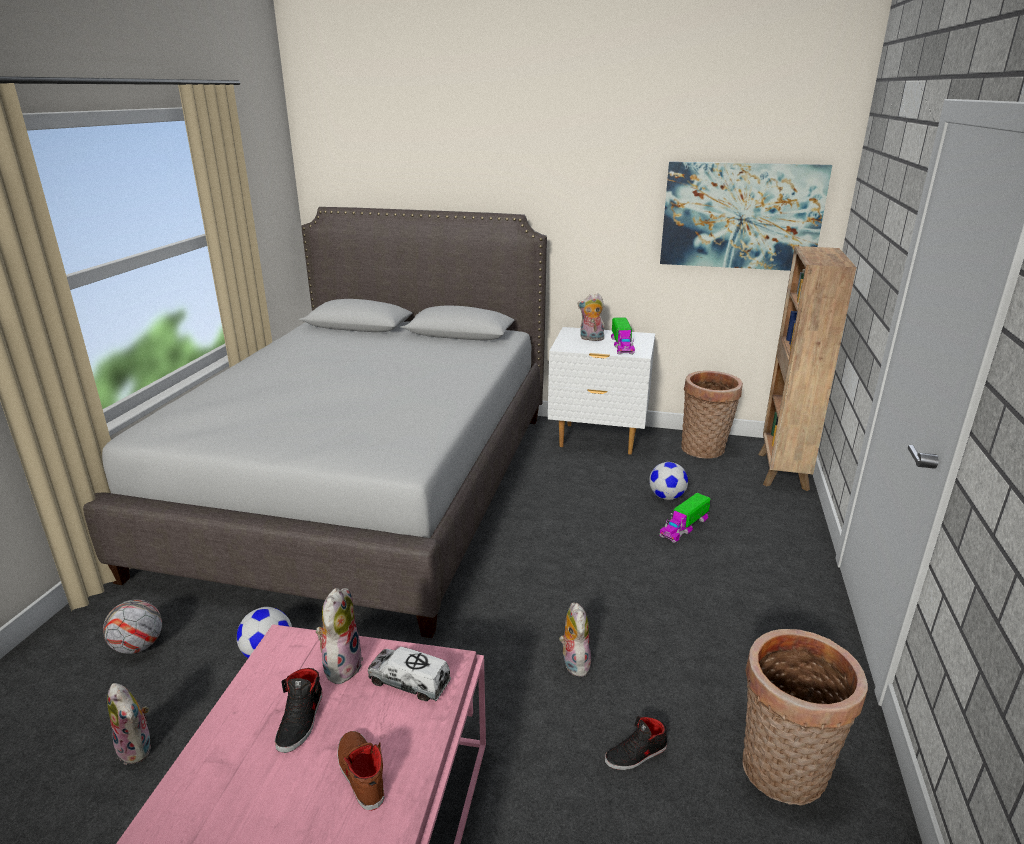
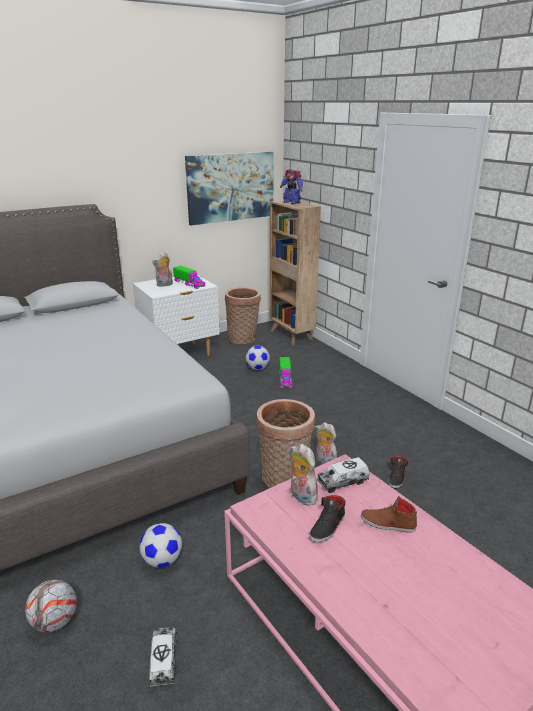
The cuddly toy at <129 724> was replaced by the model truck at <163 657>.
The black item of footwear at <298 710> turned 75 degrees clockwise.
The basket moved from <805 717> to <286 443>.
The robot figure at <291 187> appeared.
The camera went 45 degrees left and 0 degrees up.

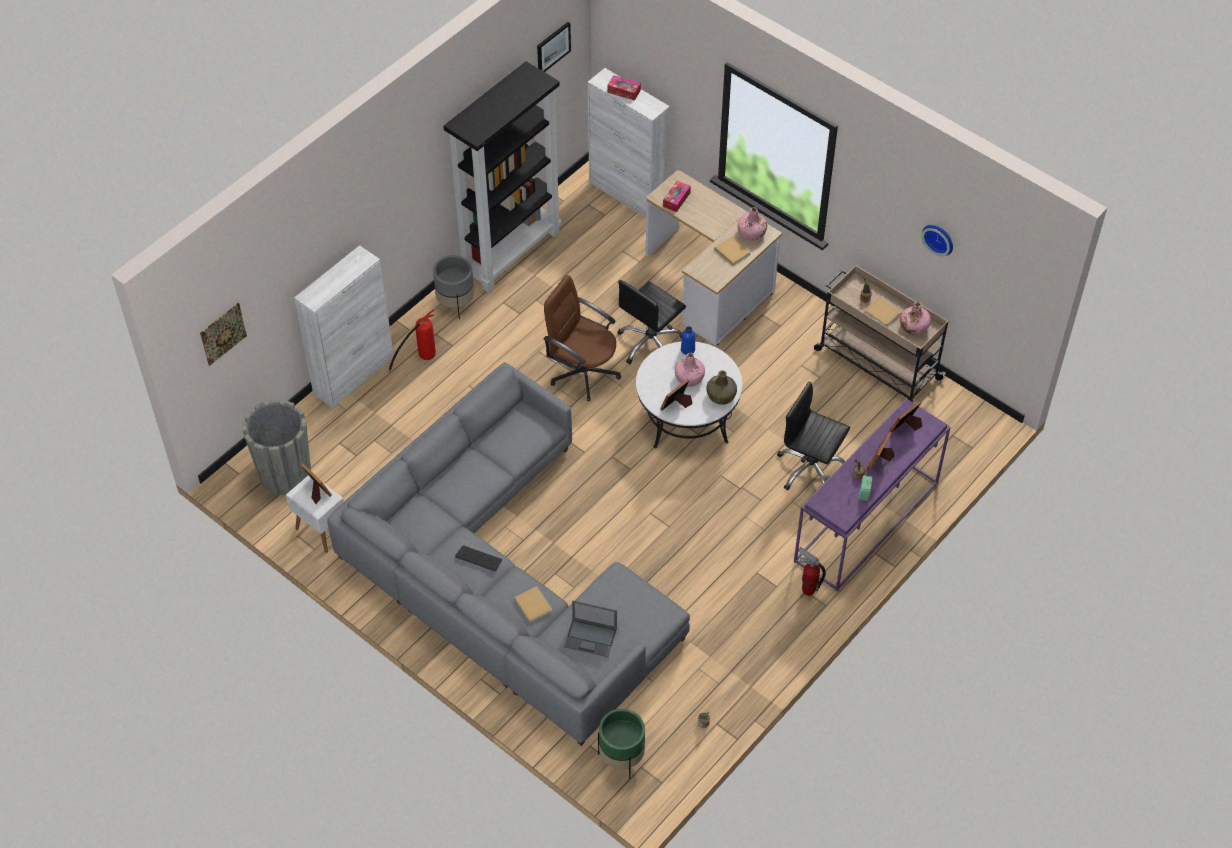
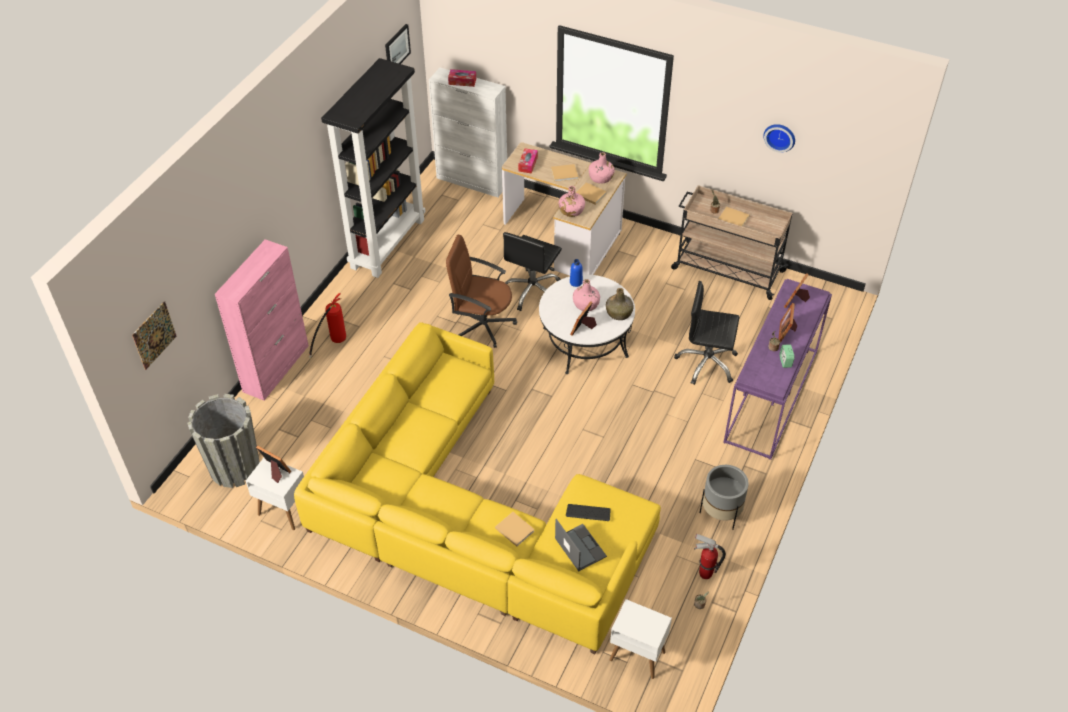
The white-coloured cabinet at <344 326> became the pink cabinet at <262 320>.
The greyish couch at <508 554> became the yellow couch at <477 488>.
The greyish flower pot moved from <453 287> to <724 497>.
The computer keyboard moved from <478 558> to <588 512>.
The laptop at <590 628> turned 120 degrees counterclockwise.
The green flower pot at <621 744> was replaced by the white-coloured side table at <640 639>.
The fire-fighting cylinder moved from <811 571> to <710 556>.
The pink drink bottle moved from <915 318> to <571 201>.
The beige book at <564 173> appeared.
The camera went 15 degrees left and 5 degrees down.

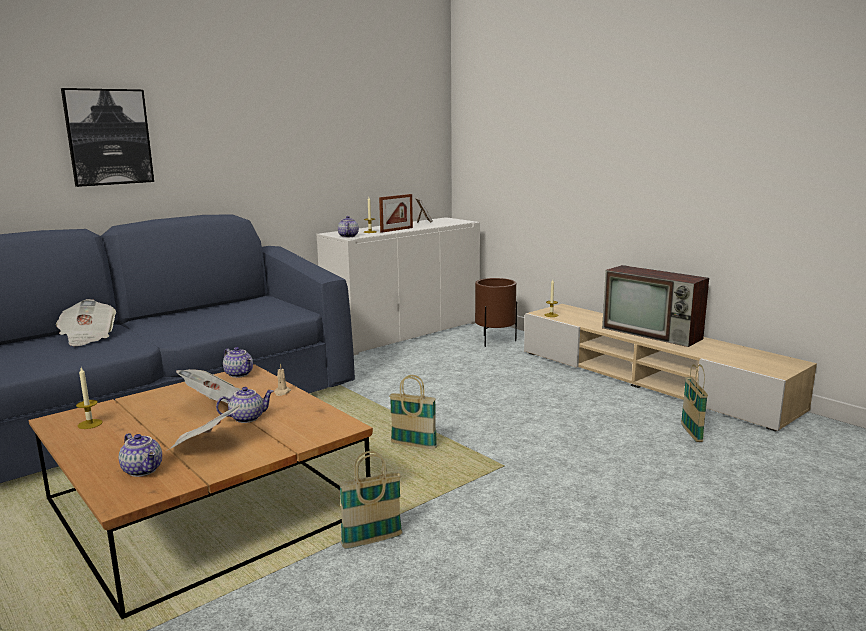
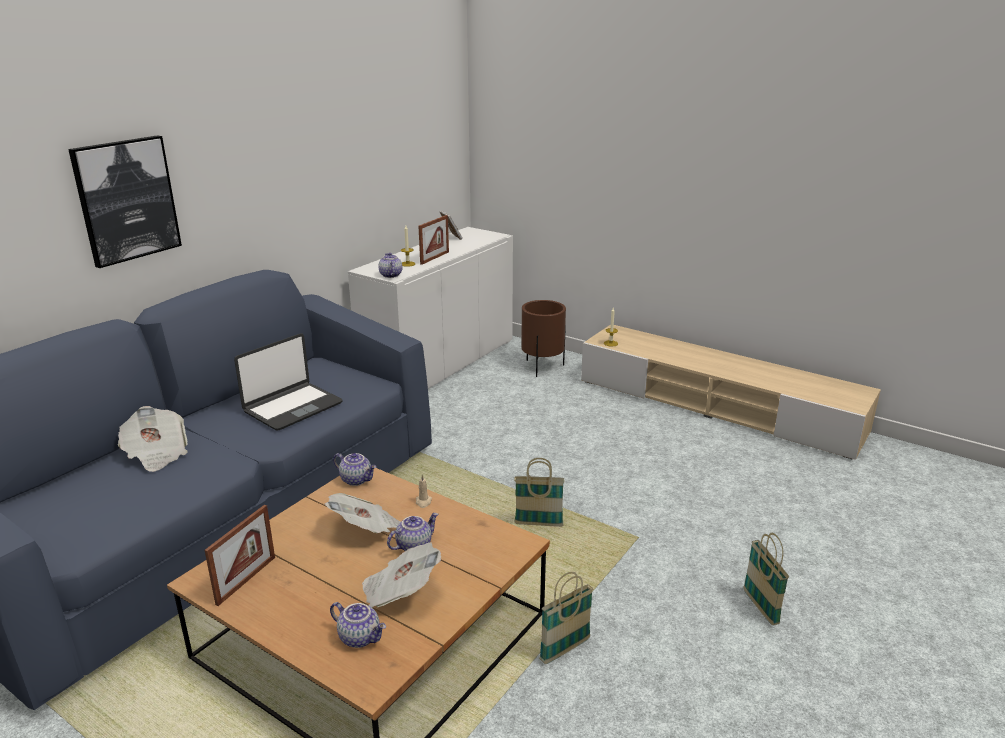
The candle at <89 398> was replaced by the photo frame at <240 555>.
The TV at <655 306> disappeared.
The basket moved from <694 403> to <766 579>.
The laptop at <288 381> appeared.
The camera went 15 degrees left and 10 degrees up.

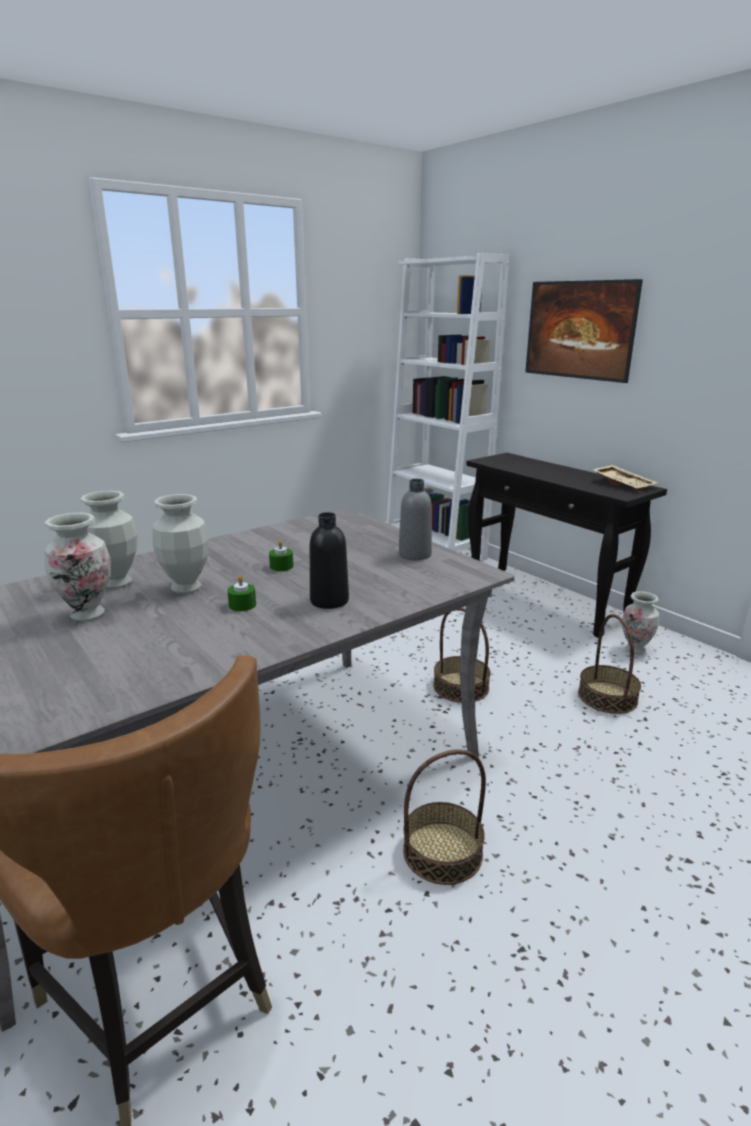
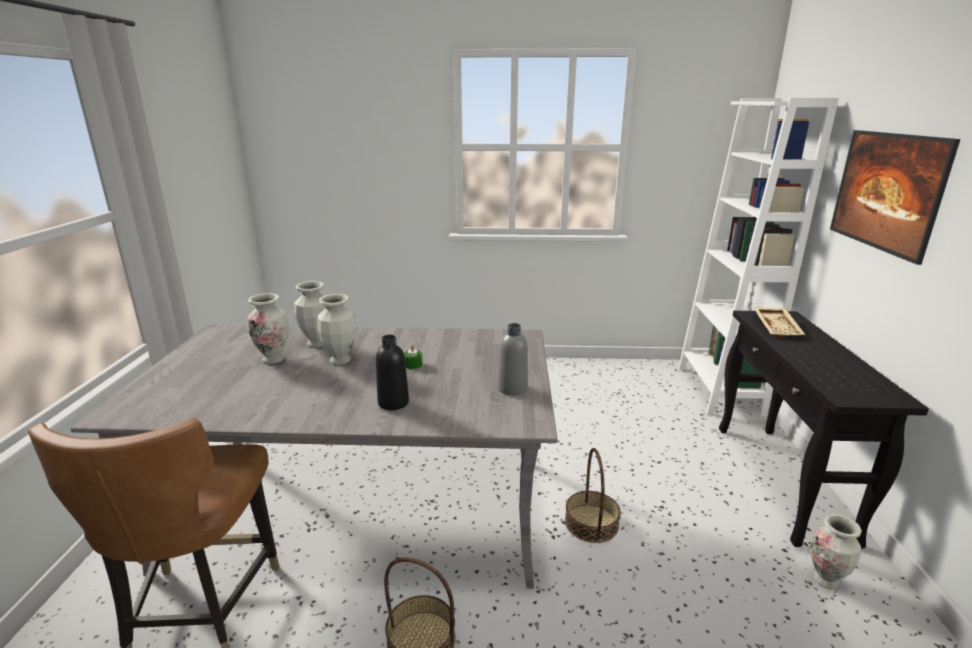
The green candle at <241 593> disappeared.
The basket at <609 664> disappeared.
The beige carrying tray moved from <624 478> to <780 322>.
The camera went 40 degrees right and 0 degrees up.

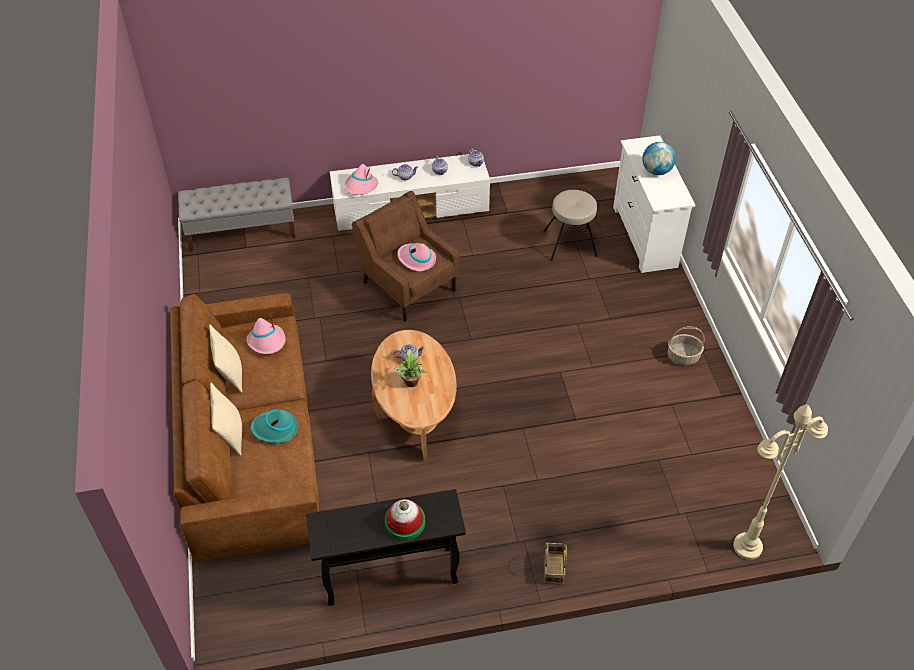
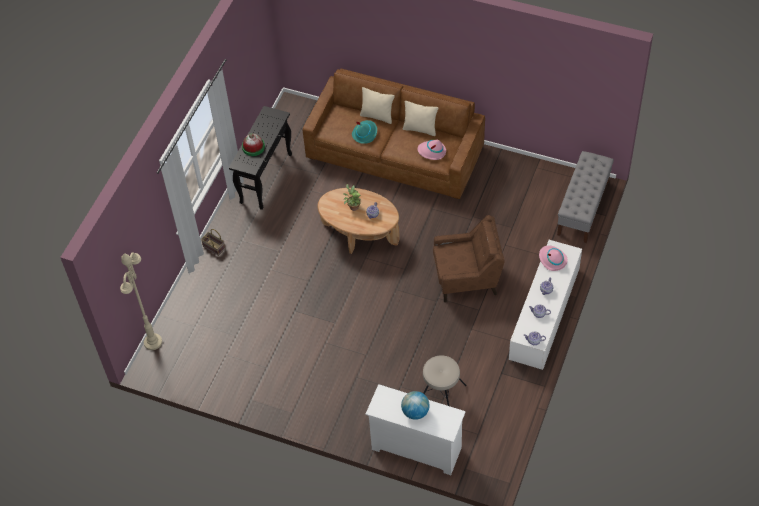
The pink wearable hat at <416 257> disappeared.
The basket at <686 345> disappeared.
The camera went 125 degrees right and 5 degrees up.

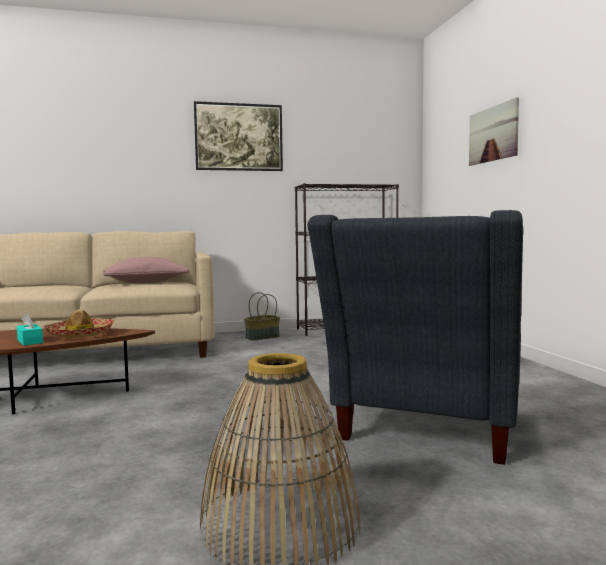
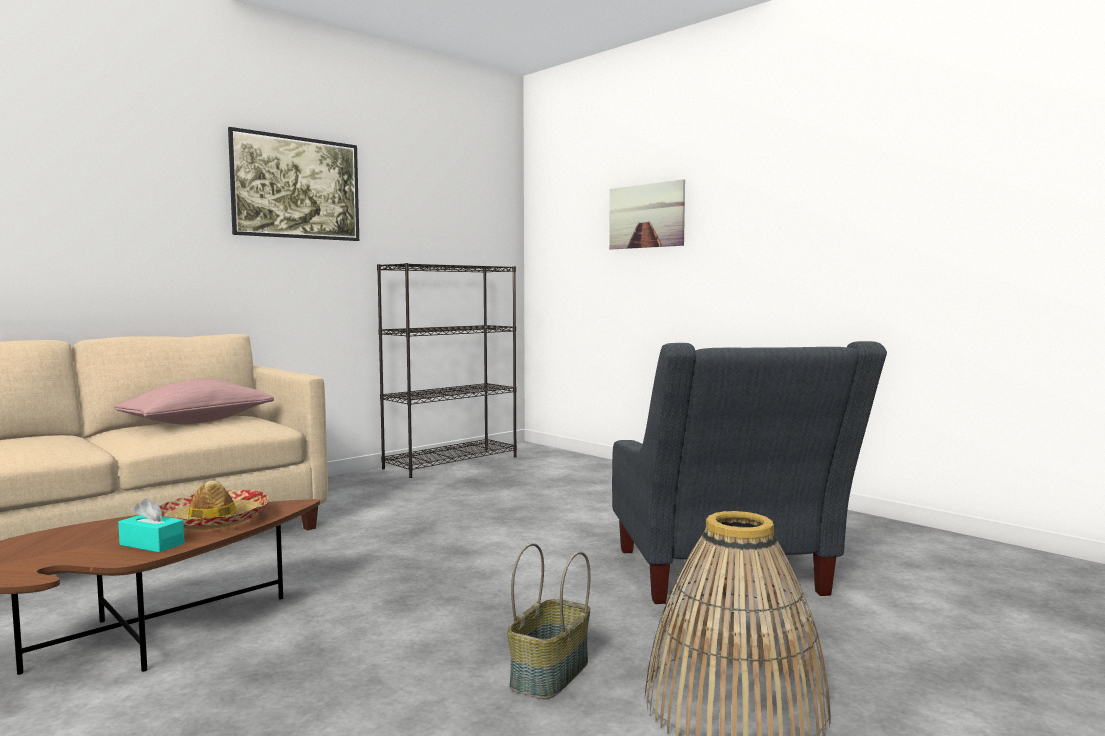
The basket moved from <262 316> to <548 621>.
The camera went 30 degrees left and 0 degrees up.

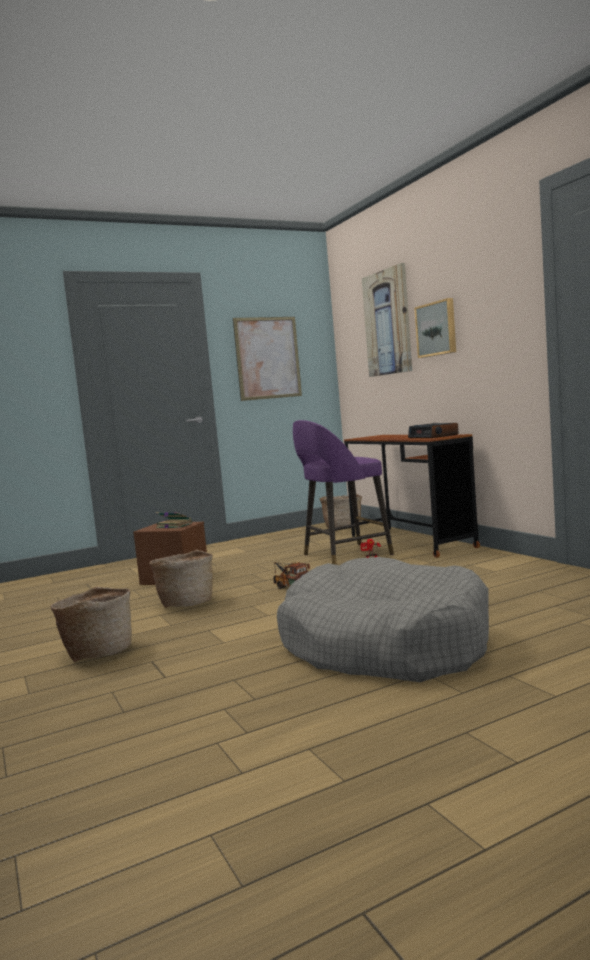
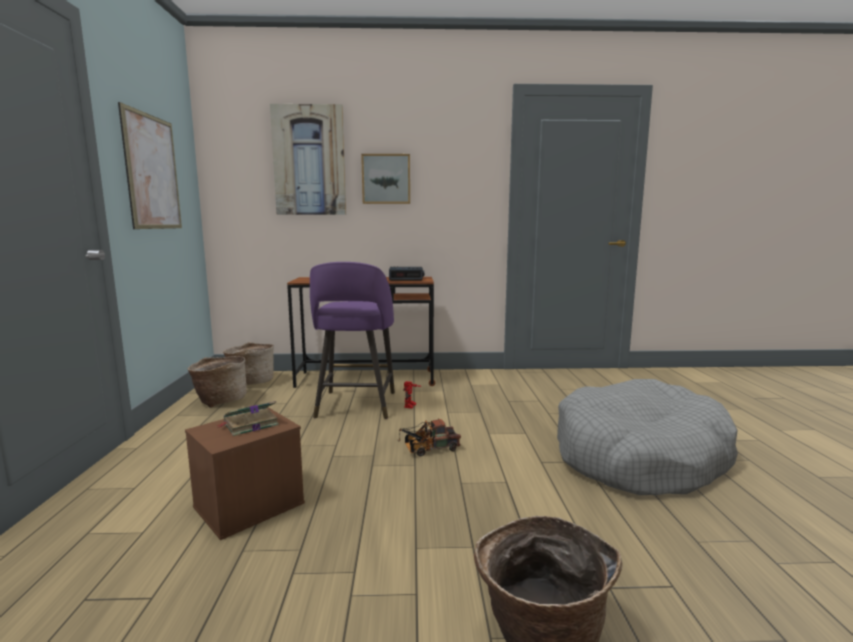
The basket moved from <181 578> to <217 382>.
The camera went 65 degrees left and 5 degrees up.

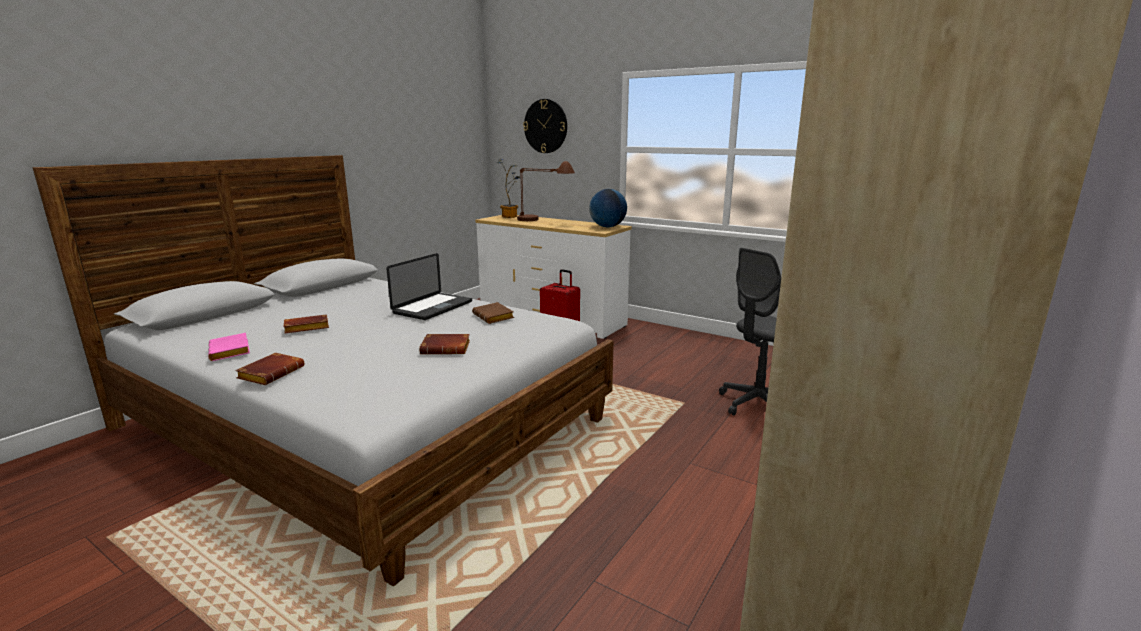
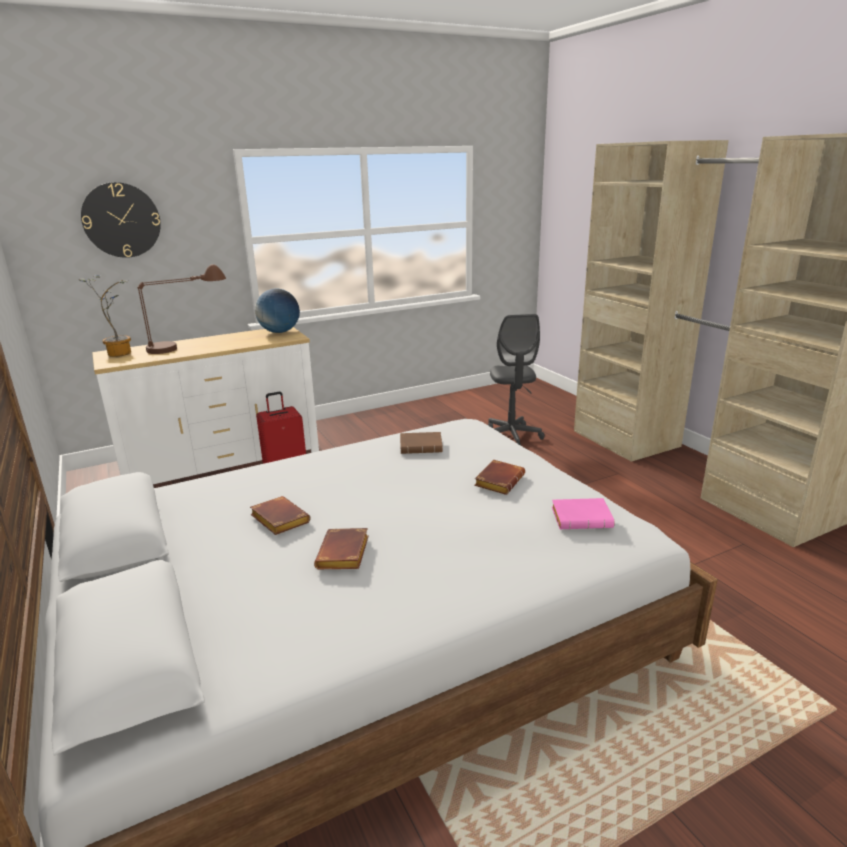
The pink book moved from <229 347> to <583 514>.
The brown book moved from <269 369> to <280 515>.
The laptop at <429 286> disappeared.
The camera went 60 degrees left and 5 degrees up.

